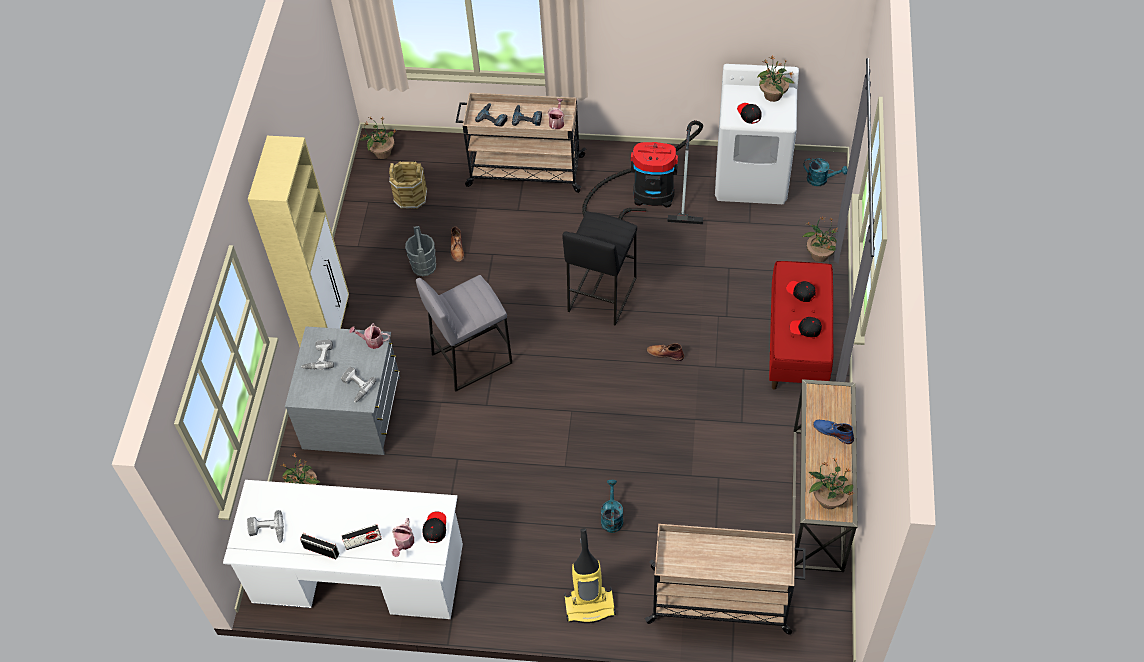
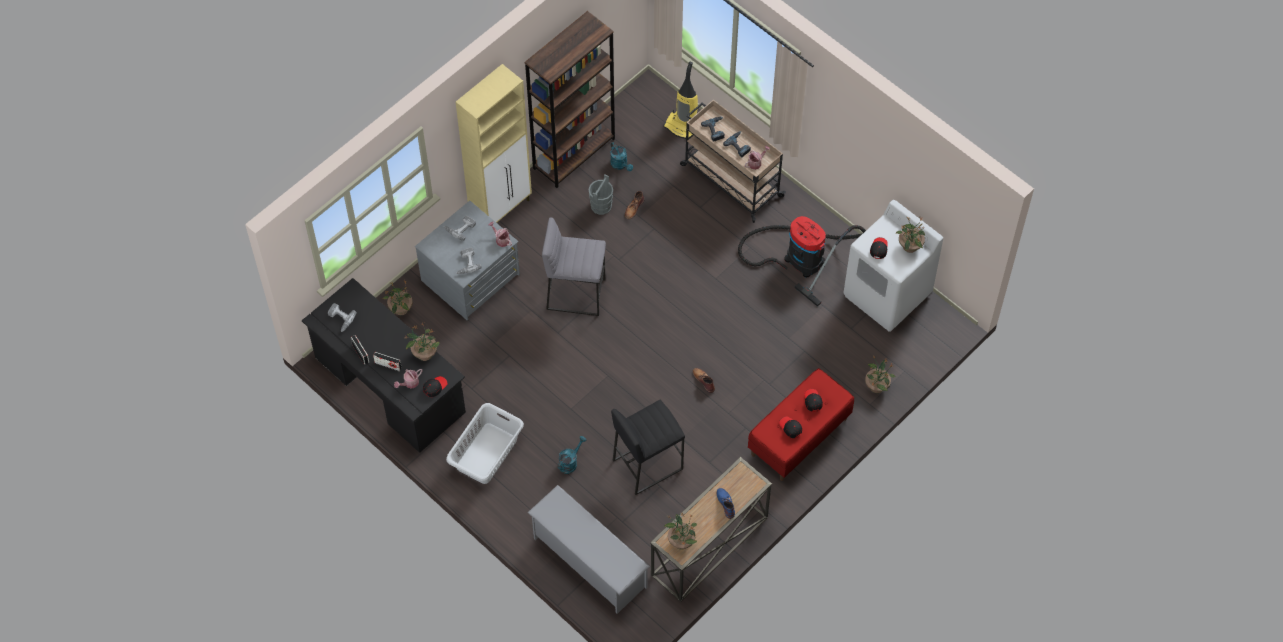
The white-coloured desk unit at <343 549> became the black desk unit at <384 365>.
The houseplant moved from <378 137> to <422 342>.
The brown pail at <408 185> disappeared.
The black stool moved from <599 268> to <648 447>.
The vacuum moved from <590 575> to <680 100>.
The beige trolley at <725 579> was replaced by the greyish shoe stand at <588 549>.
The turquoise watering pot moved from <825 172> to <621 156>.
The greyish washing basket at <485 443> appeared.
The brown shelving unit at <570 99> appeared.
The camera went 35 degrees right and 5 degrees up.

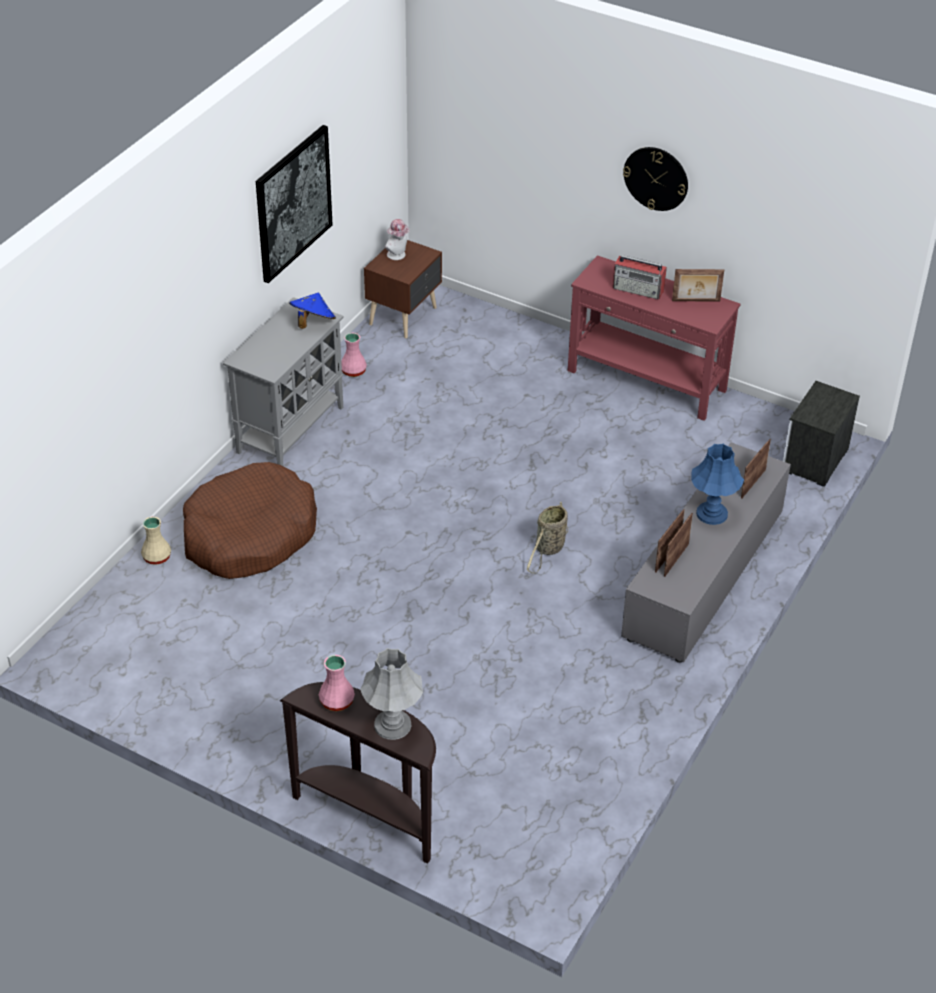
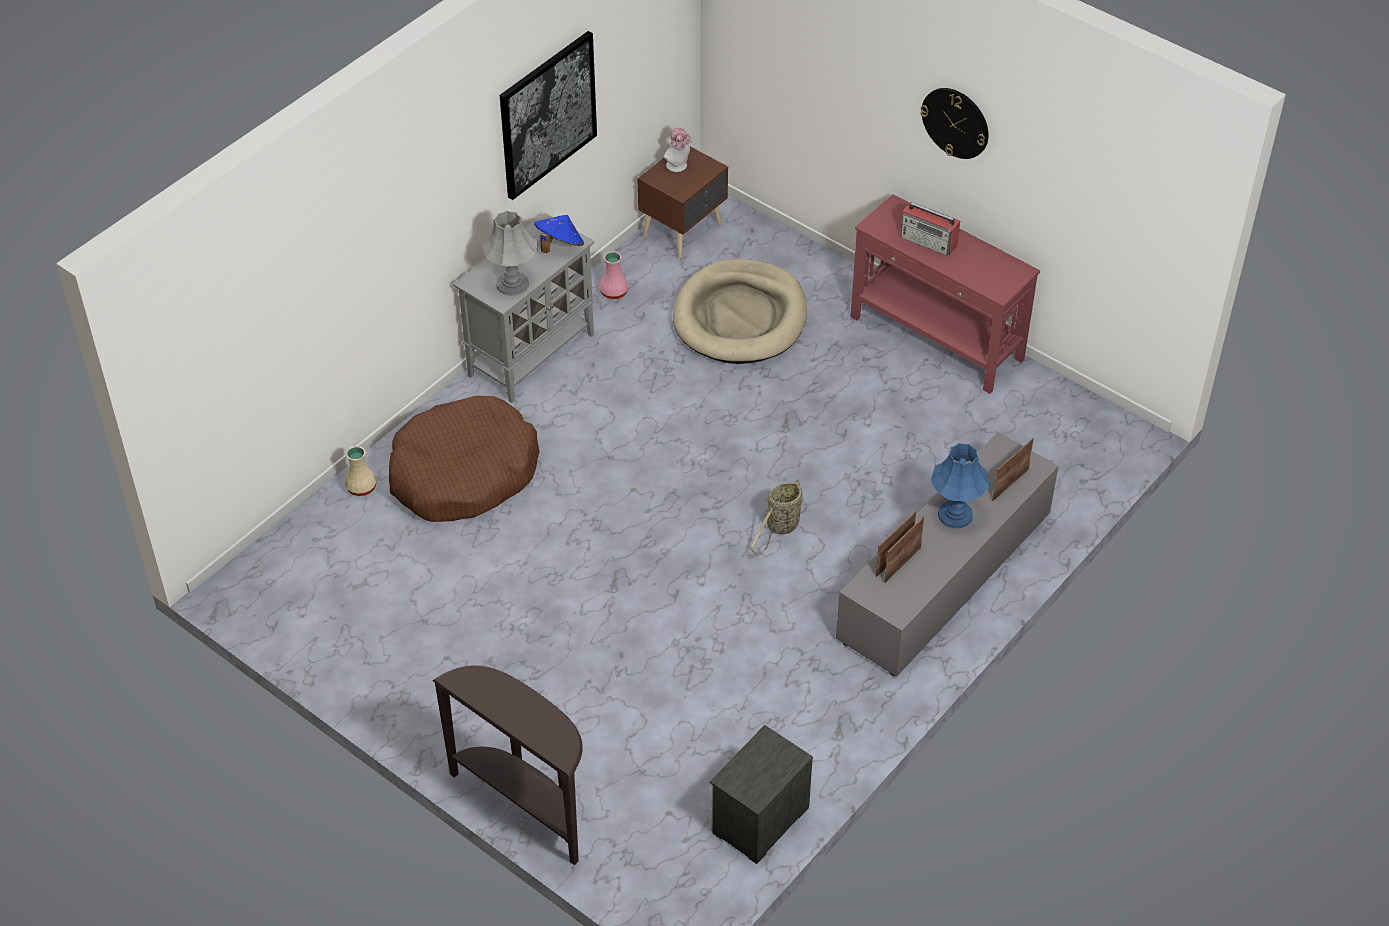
The pink flower vase at <337 683> disappeared.
The greyish tabletop lamp moved from <391 694> to <509 253>.
The photo frame at <698 285> disappeared.
The bedside table moved from <821 434> to <761 794>.
The beige pet bed at <740 311> appeared.
The camera went 10 degrees right and 5 degrees up.

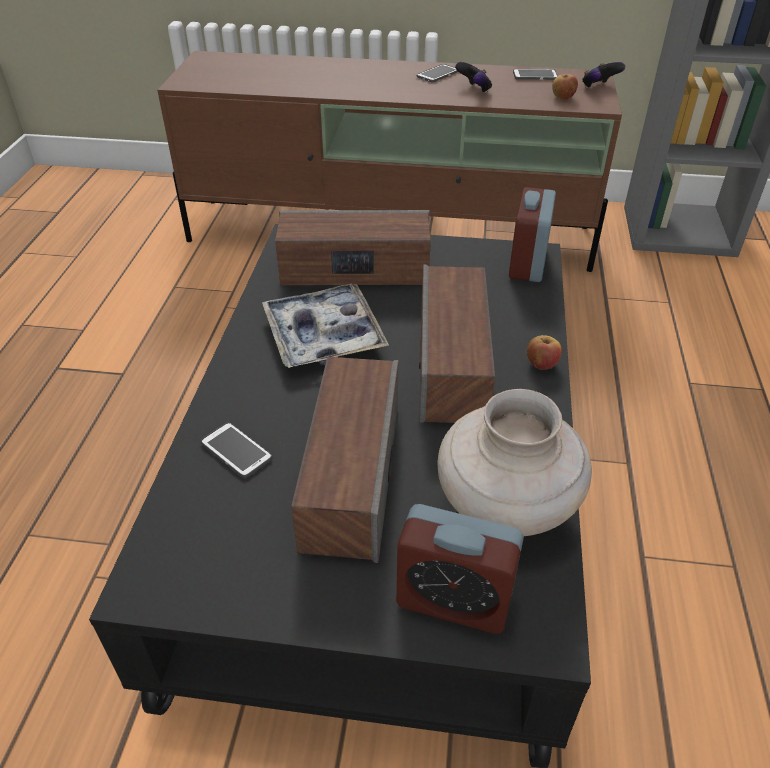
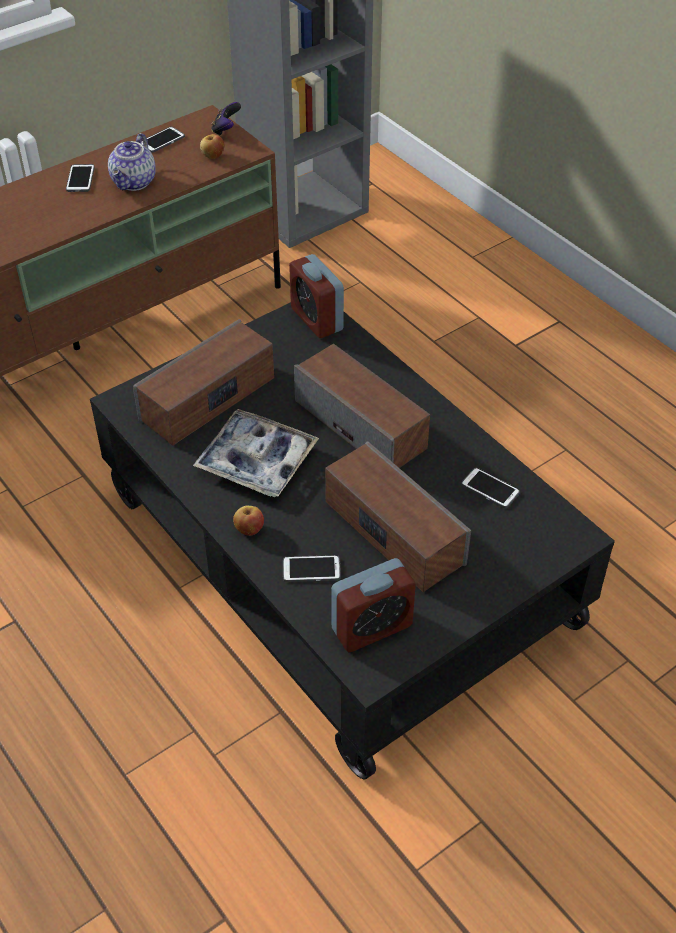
The bedside clock moved from <460 569> to <373 605>.
The beige flower vase at <514 463> was replaced by the handset at <490 488>.
The game controller at <473 77> was replaced by the teapot at <132 162>.
The apple moved from <544 352> to <248 521>.
The camera went 45 degrees left and 5 degrees up.

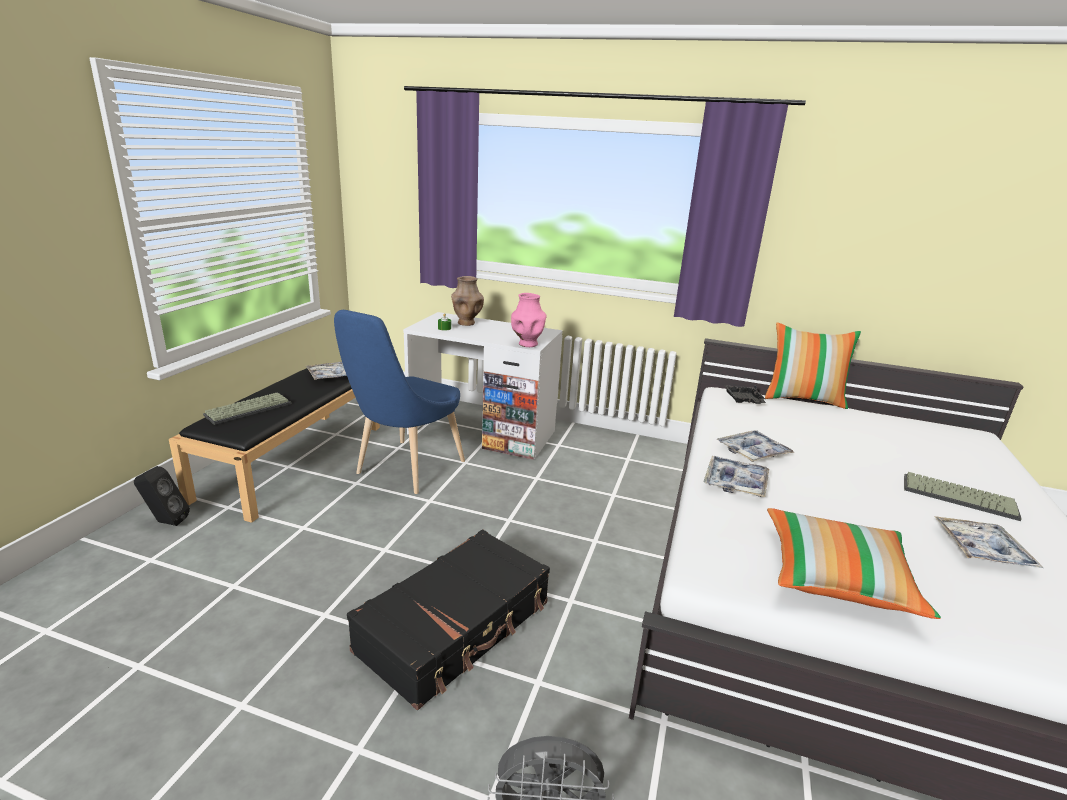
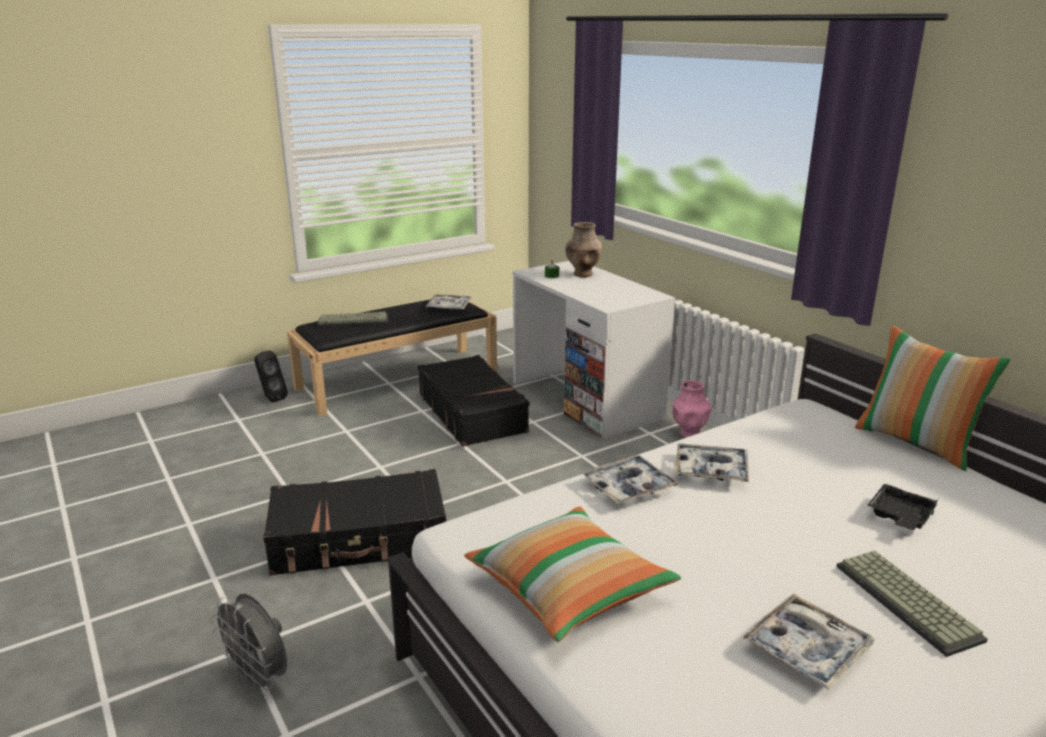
The blue-coloured plain chair at <399 402> was replaced by the black suitcase at <473 401>.
The pink flower vase moved from <528 320> to <691 409>.
The black carrying tray moved from <745 394> to <903 506>.
The camera went 40 degrees right and 0 degrees up.

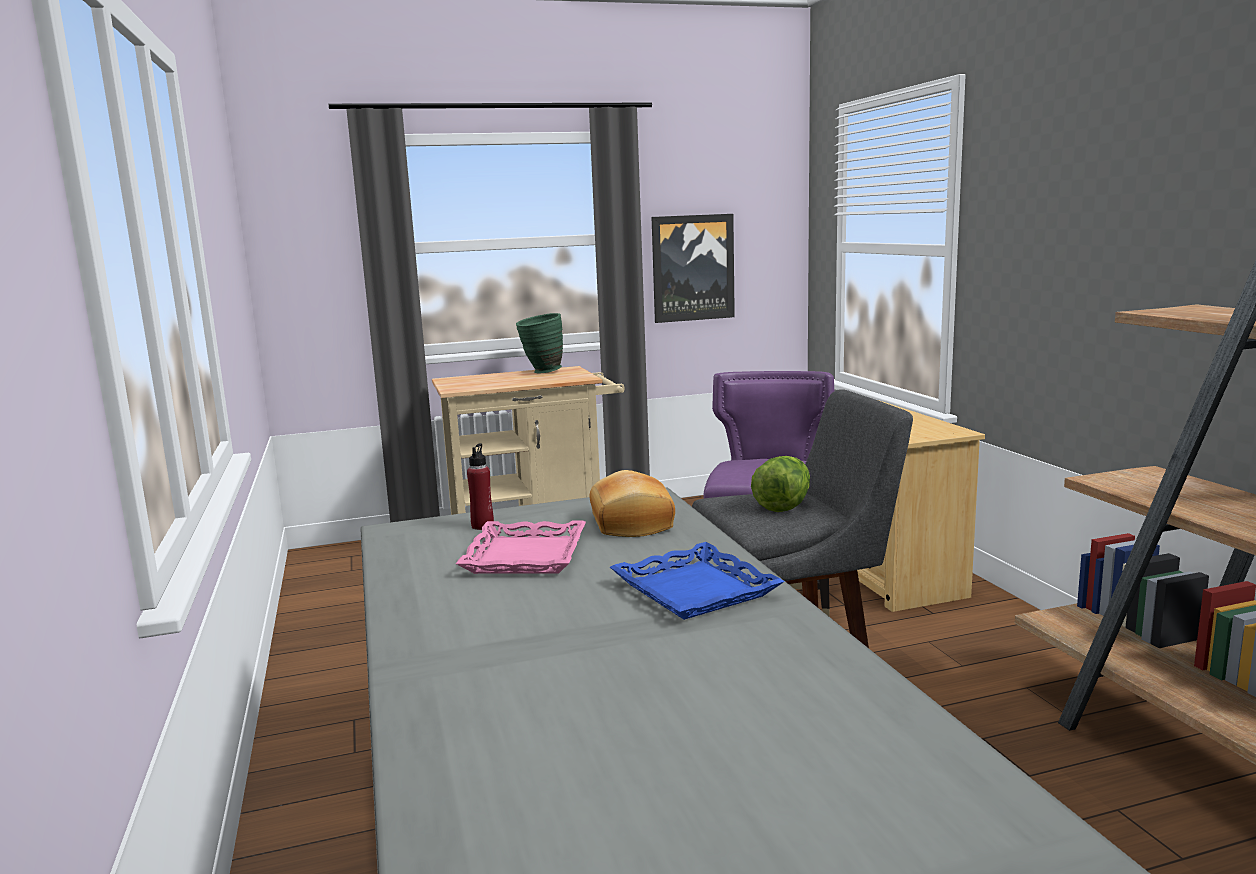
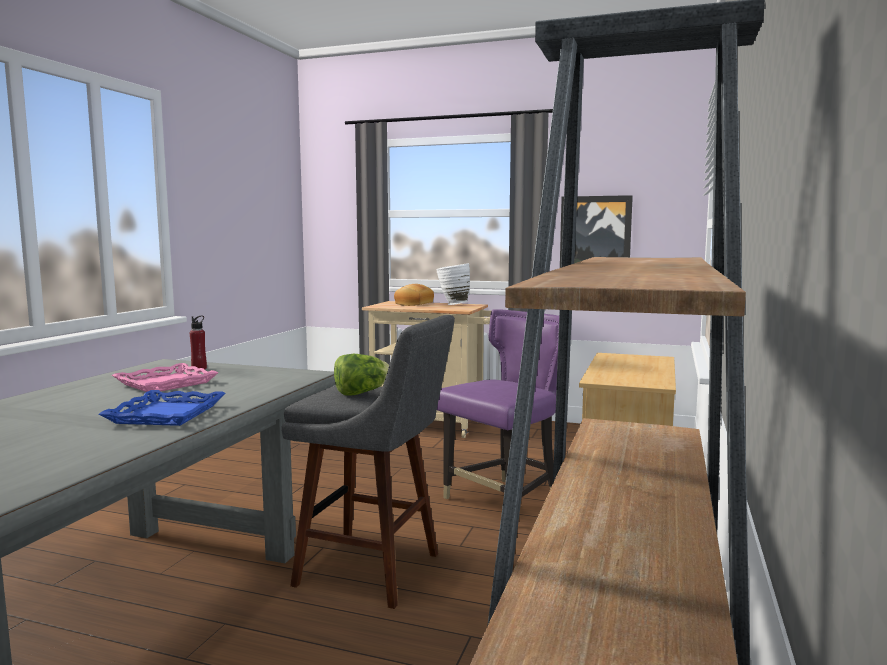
The green flower vase at <539 343> became the white-coloured flower vase at <453 284>.
The bakery bread moved from <632 503> to <414 295>.
The camera went 35 degrees right and 5 degrees down.

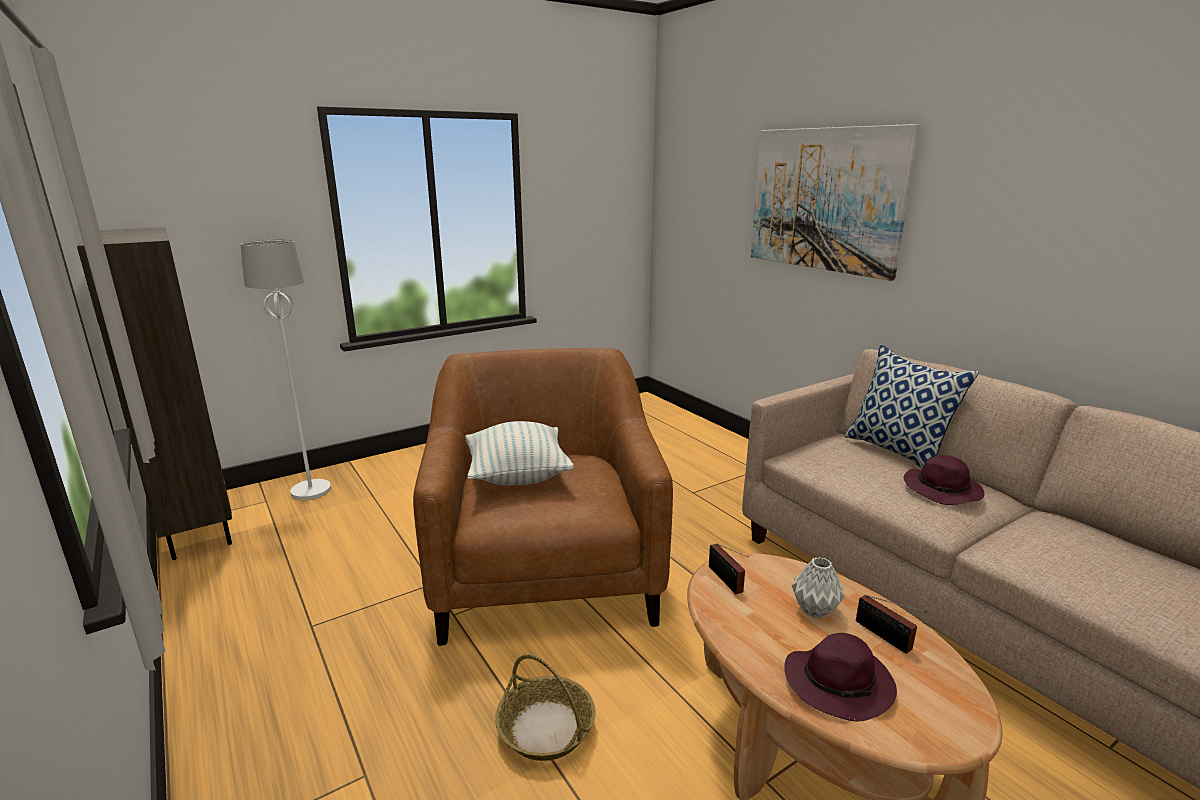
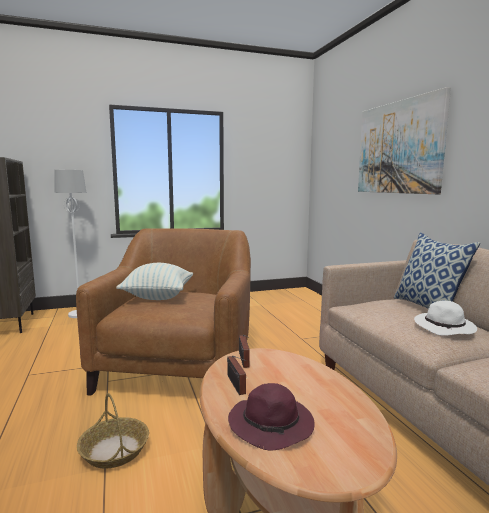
The greyish flower vase at <818 587> disappeared.
The radio set moved from <891 624> to <236 375>.
The purplish wearable hat at <943 480> became the white-coloured wearable hat at <445 318>.
The camera went 15 degrees right and 10 degrees down.

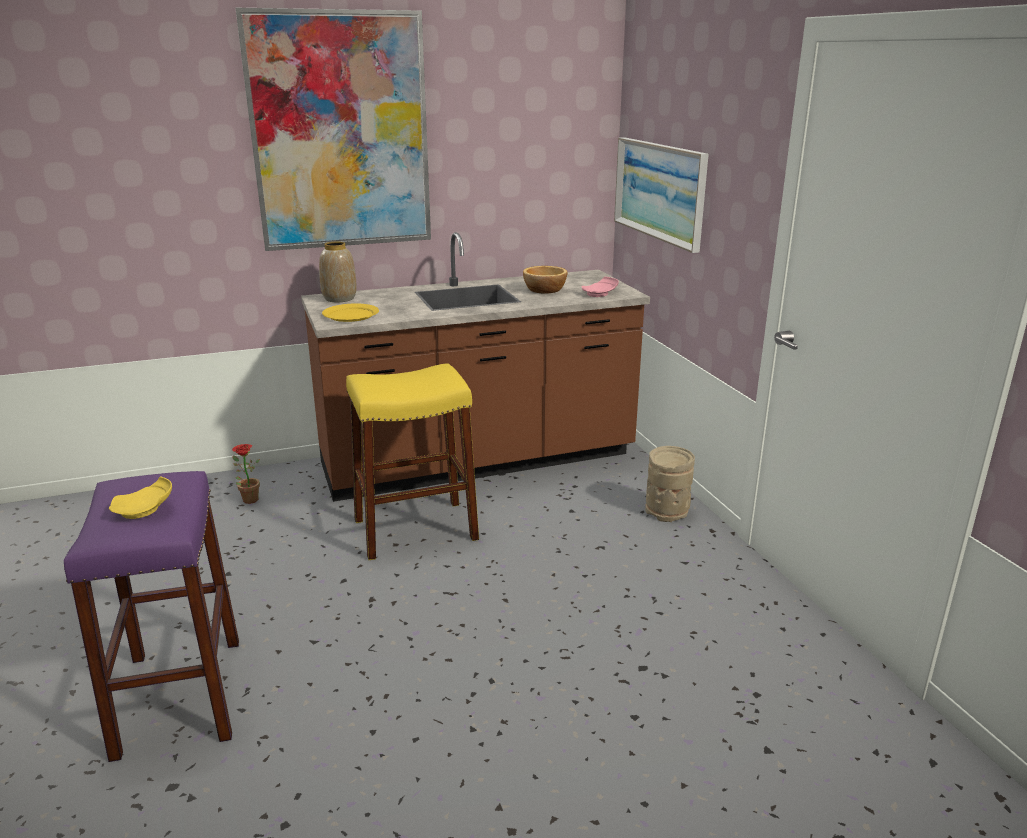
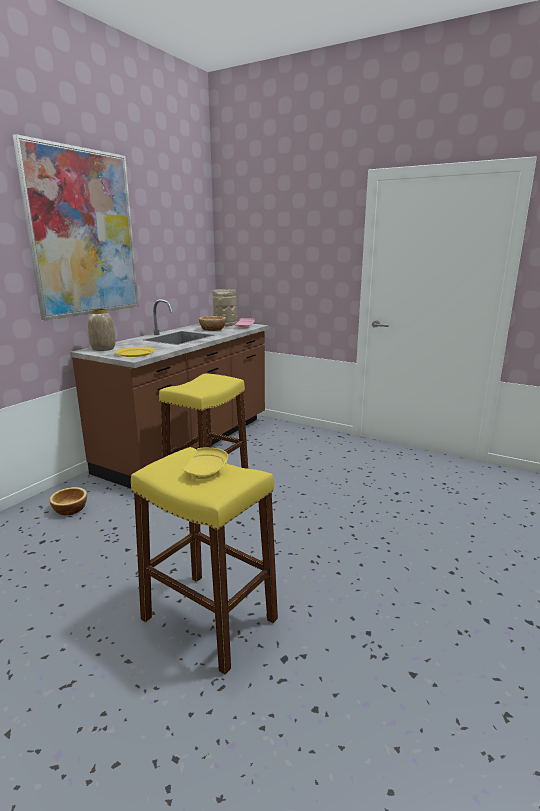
The purplish stool at <151 616> became the yellow stool at <204 561>.
The houseplant at <246 474> was replaced by the deep dish at <68 501>.
The wall picture at <661 195> disappeared.
The beige flower vase moved from <670 484> to <224 307>.
The camera went 40 degrees left and 5 degrees down.

